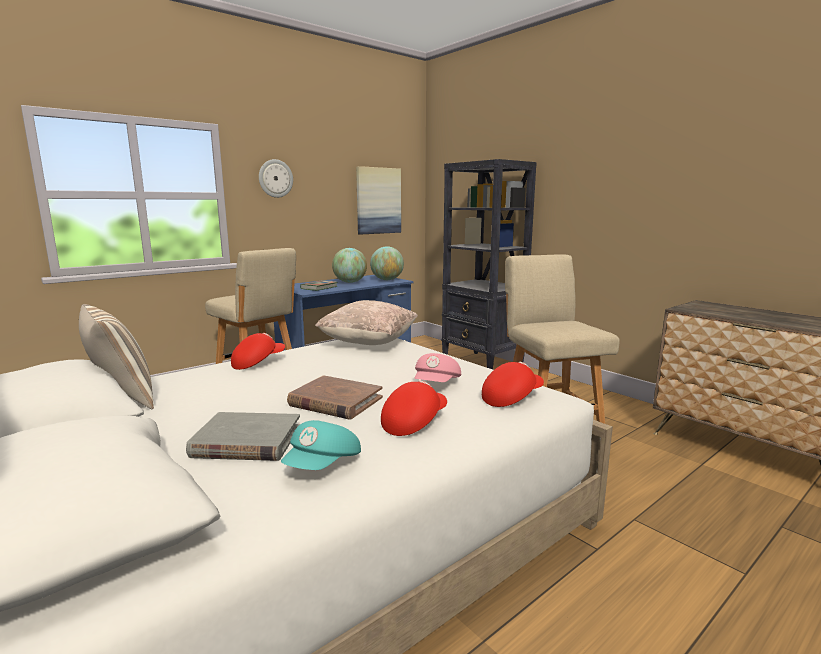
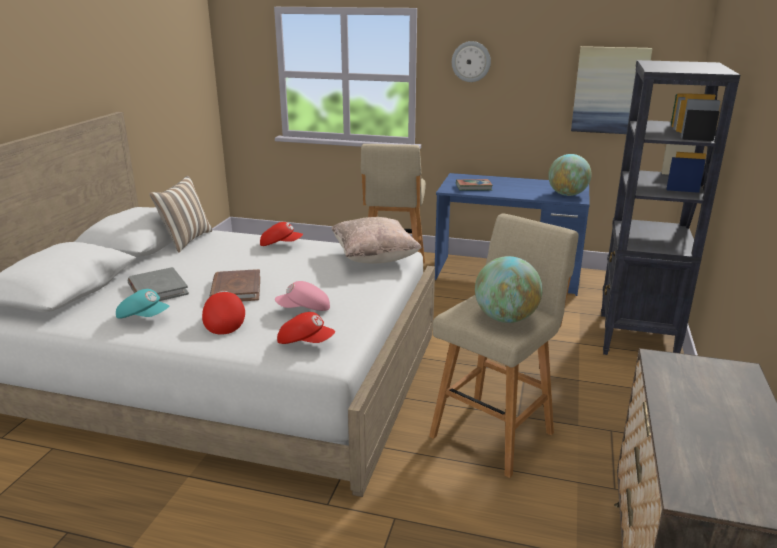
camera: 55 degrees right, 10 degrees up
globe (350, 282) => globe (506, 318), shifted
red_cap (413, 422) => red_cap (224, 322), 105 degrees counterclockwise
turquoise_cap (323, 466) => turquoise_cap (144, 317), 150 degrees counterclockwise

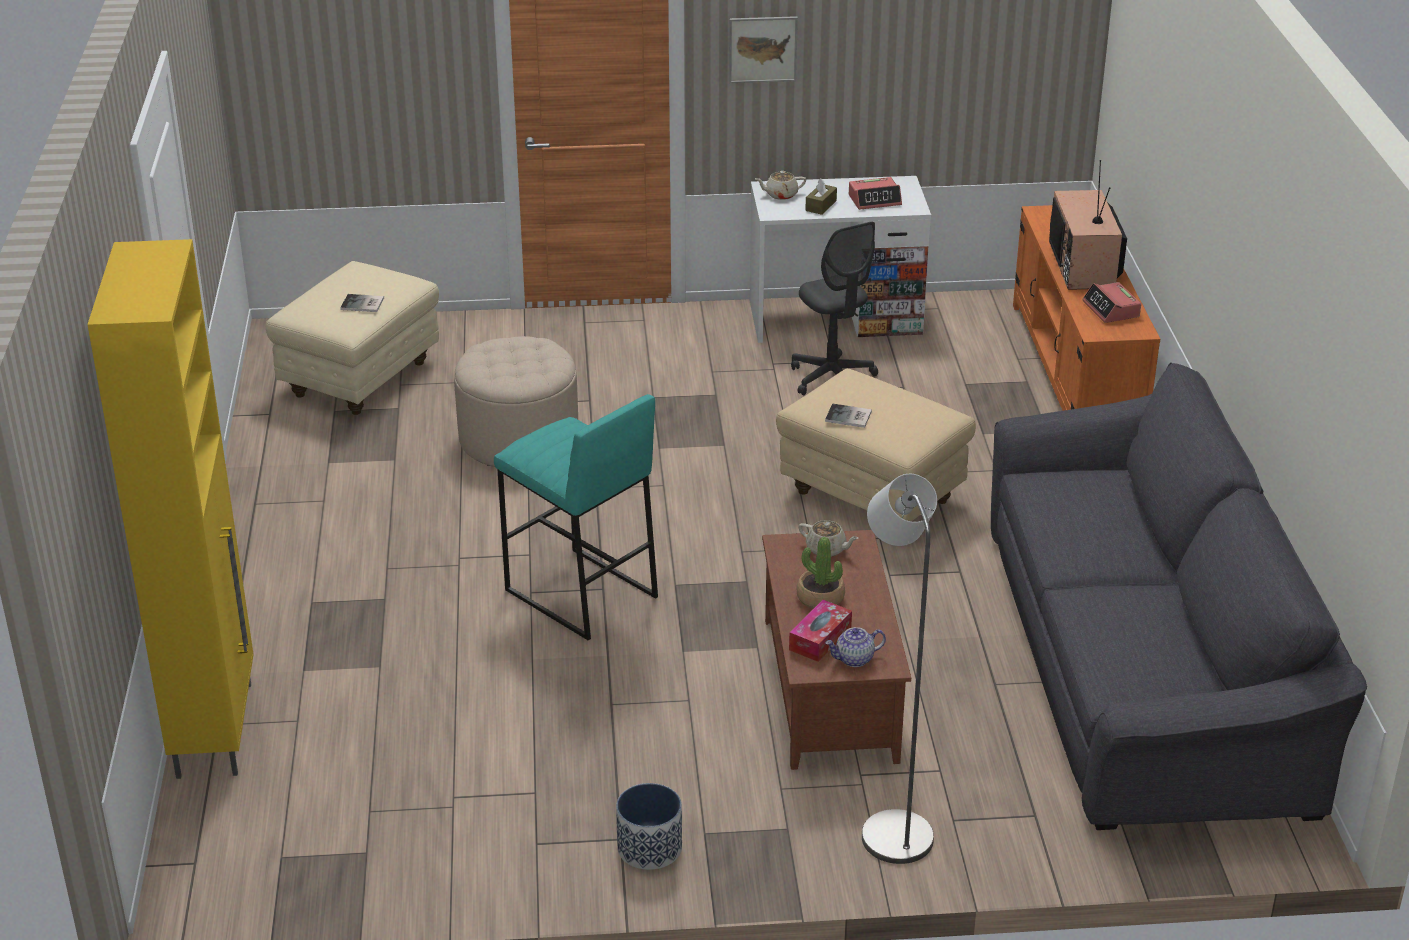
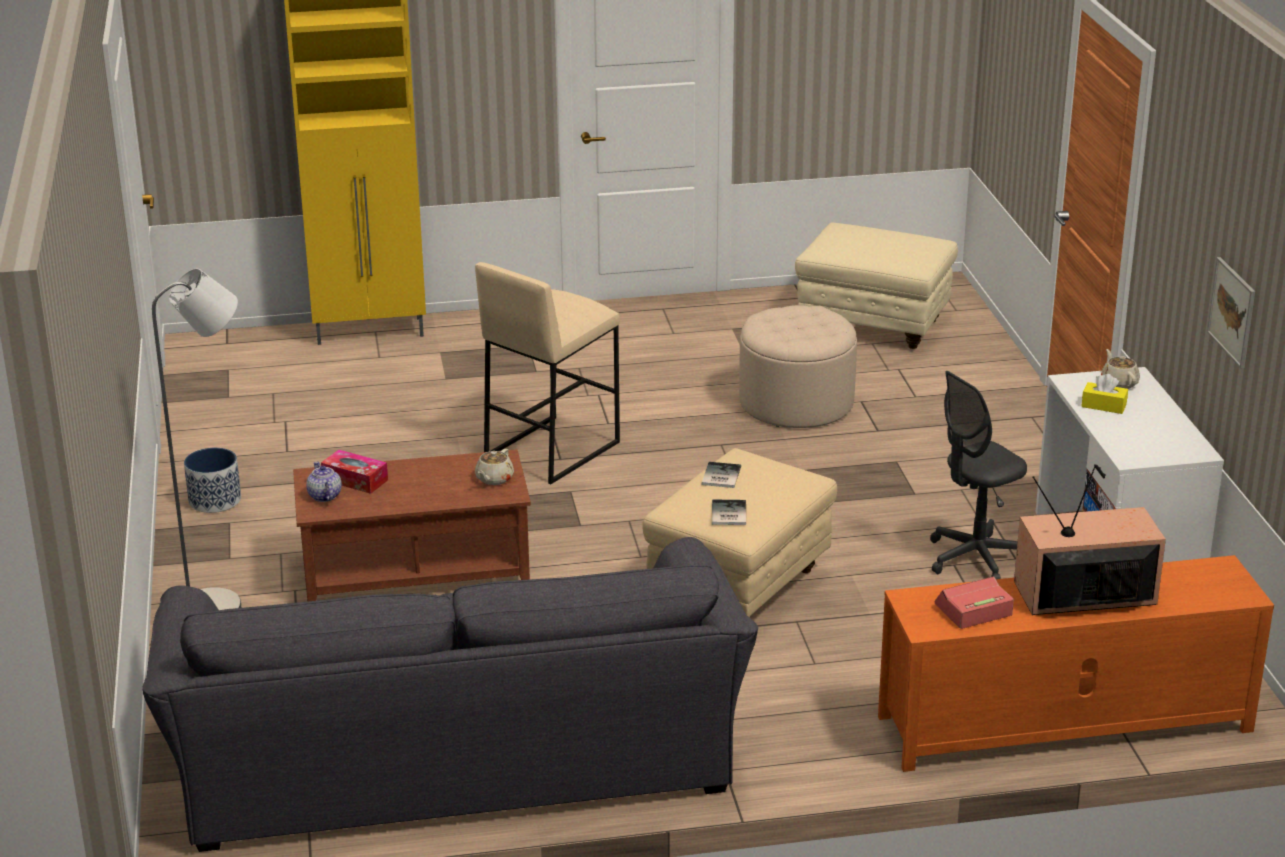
camera: 85 degrees right, 5 degrees down
picture (762, 49) => picture (1232, 312), shifted
alarm_clock (875, 200) => nothing
brown_tissue_box (821, 206) => yellow_tissue_box (1103, 405)
book (363, 304) => book (727, 514), shifted
turquoise_stool (579, 594) => beige_stool (551, 449)
potted_plant (820, 597) => nothing

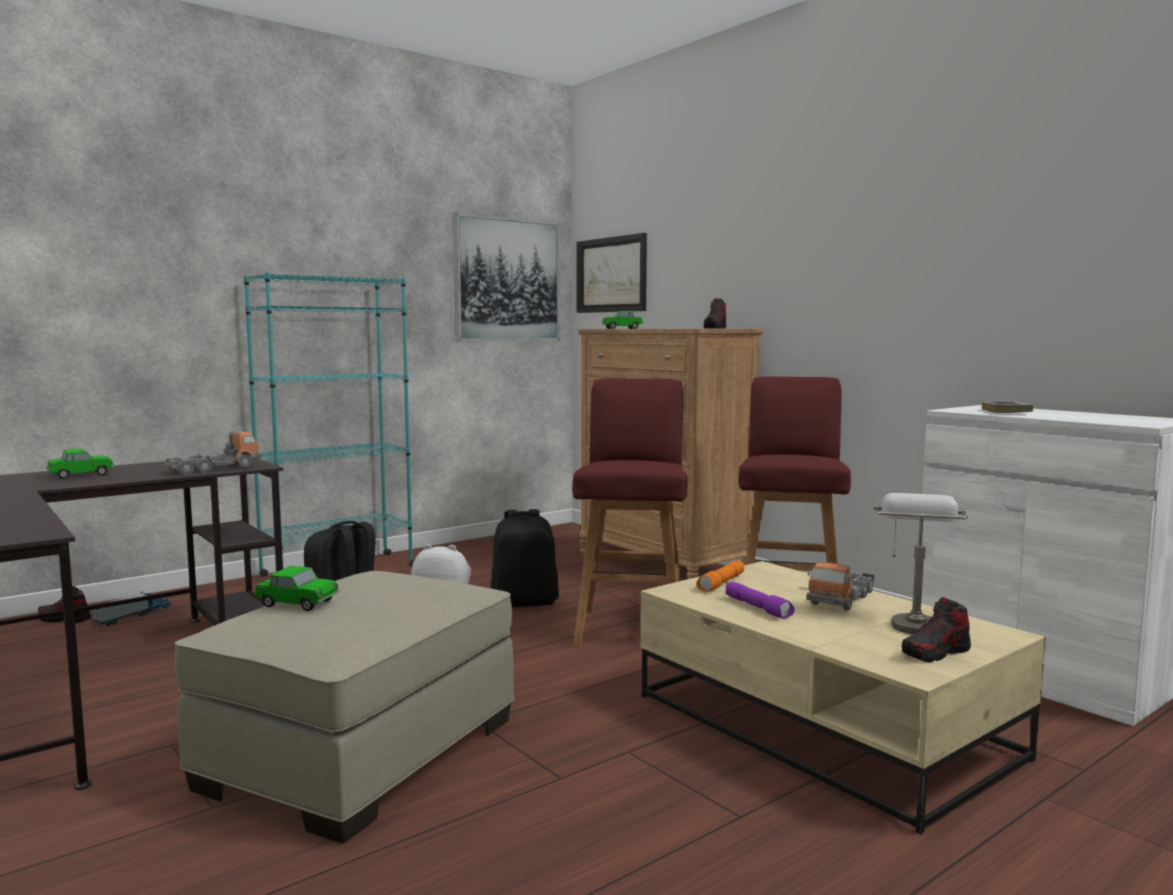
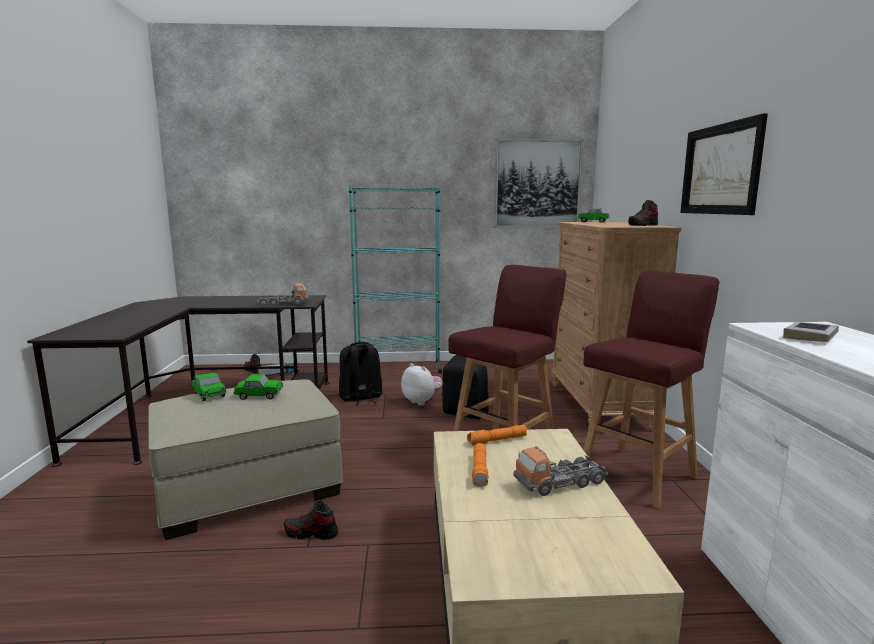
camera: 35 degrees right, 5 degrees up
picture (611, 275) => picture (720, 169), shifted
toy_car (81, 475) => toy_car (259, 395), shifted
grey_table_lamp (912, 621) => nothing
purple_flashlight (758, 608) => orange_flashlight (480, 470)
shoe (935, 653) => shoe (311, 533), shifted

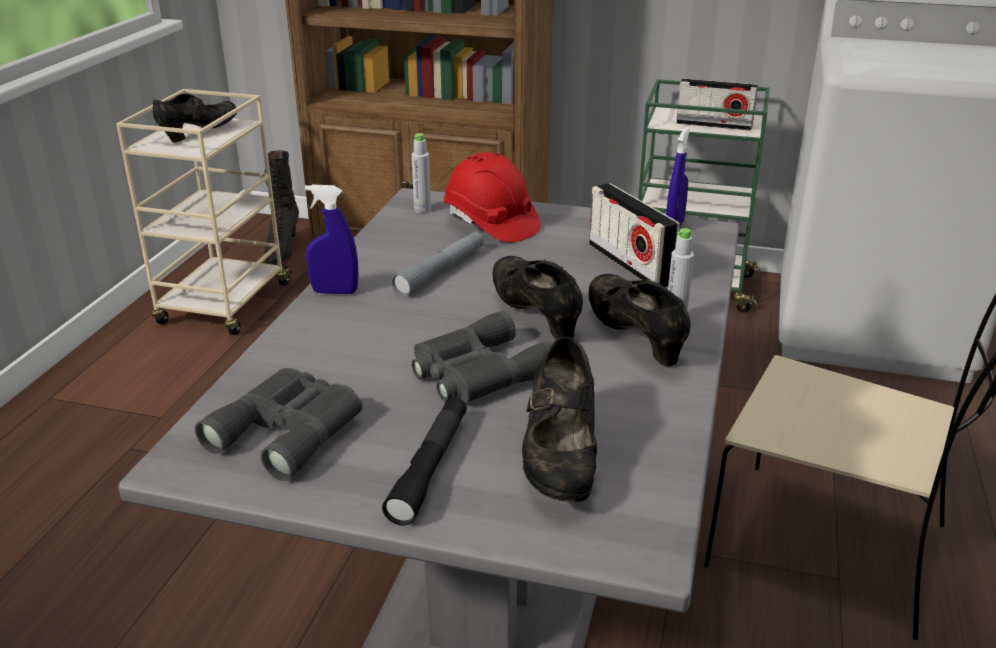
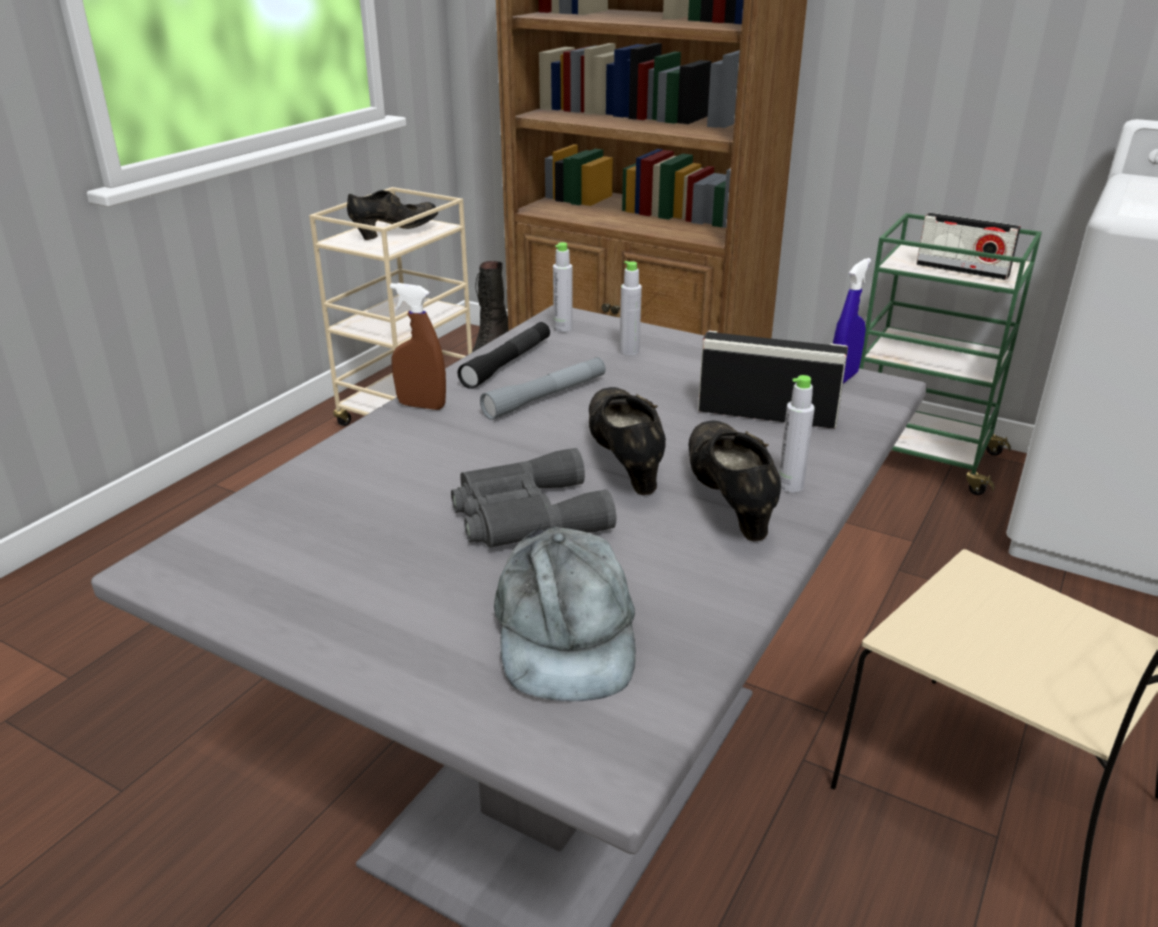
camera: 15 degrees right, 0 degrees up
red_hard_hat (490, 223) => grey_bottle (629, 351)
radio (629, 264) => radio (767, 415), 120 degrees clockwise
blue_spray_bottle (335, 292) => brown_spray_bottle (421, 405)
black_shoe (559, 459) => grey_cap (564, 632)
grey_binoculars (291, 429) => nothing
black_flashlight (430, 468) => black_flashlight (507, 363), shifted

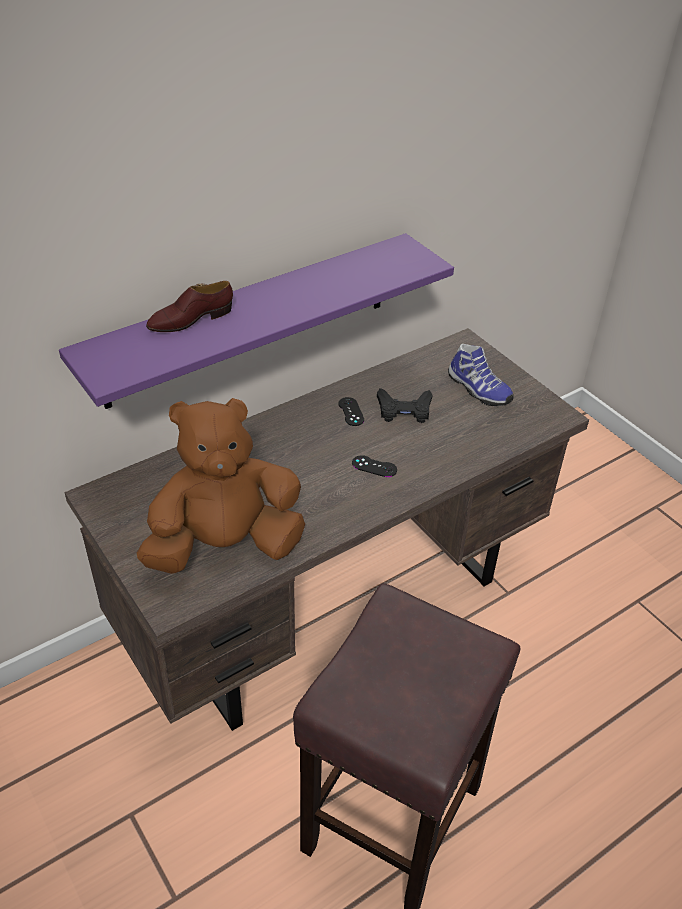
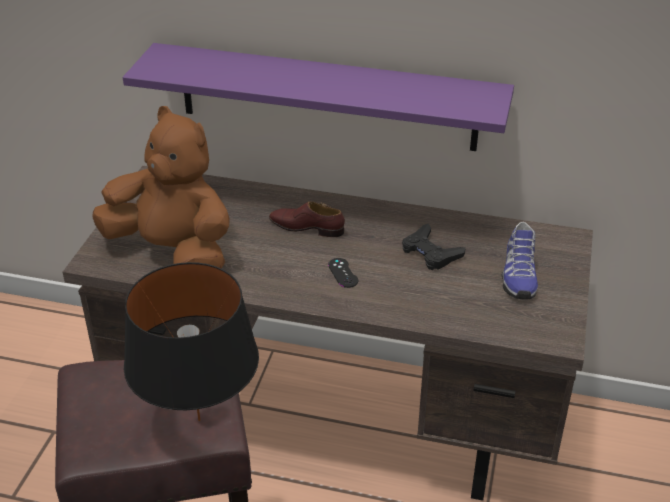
camera: 50 degrees right, 5 degrees down
brown_shoe (190, 319) => brown_shoe (306, 227), shifted
black_game_controller (351, 412) => nothing
nothing => black_table_lamp (199, 420)

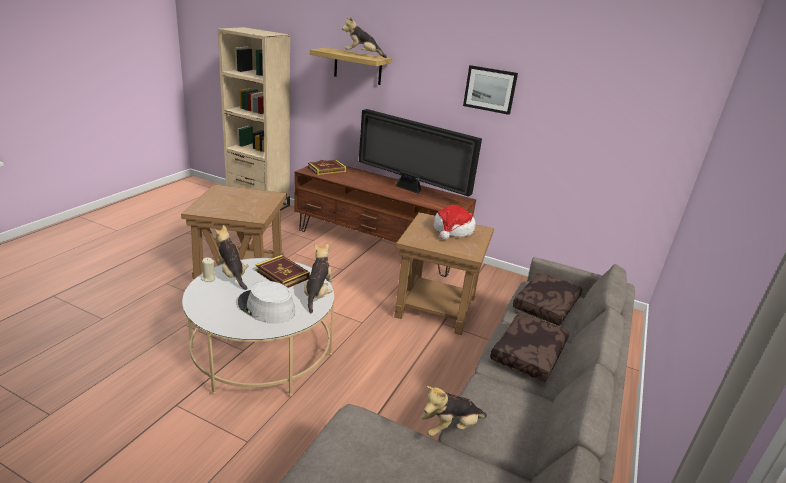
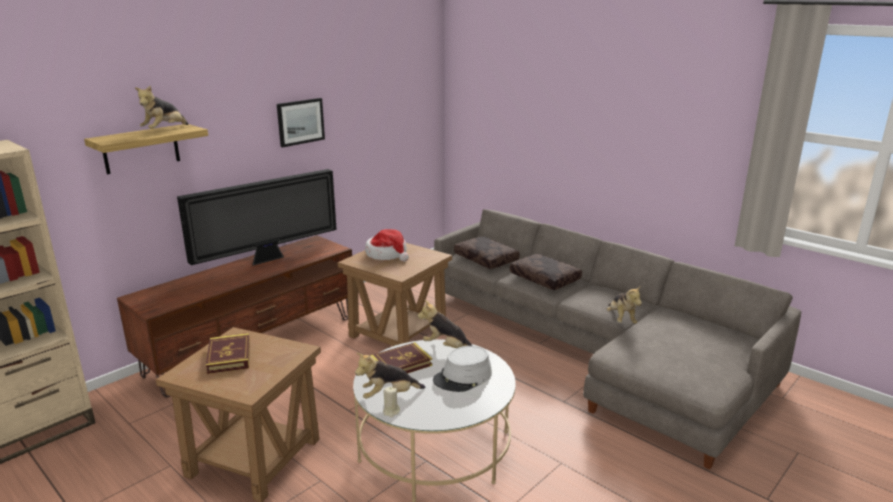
camera: 70 degrees left, 5 degrees down
book (327, 169) => book (229, 356), shifted

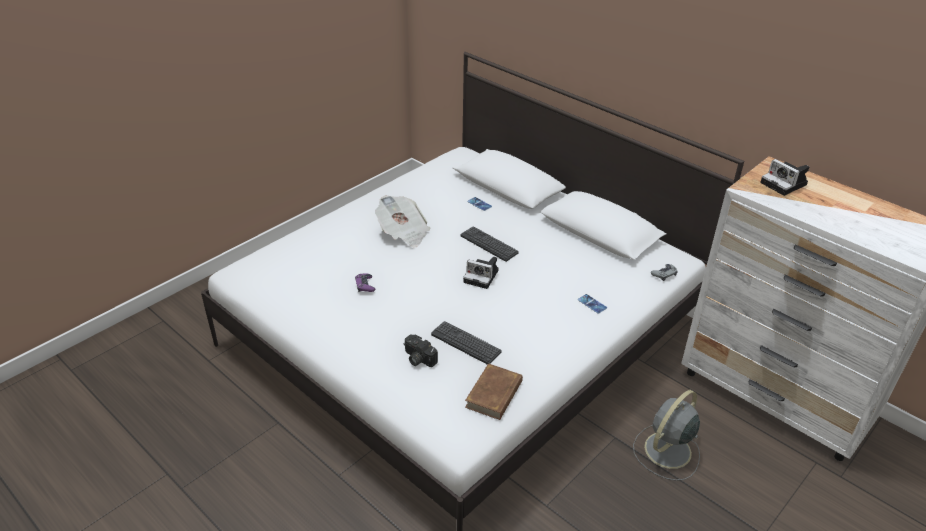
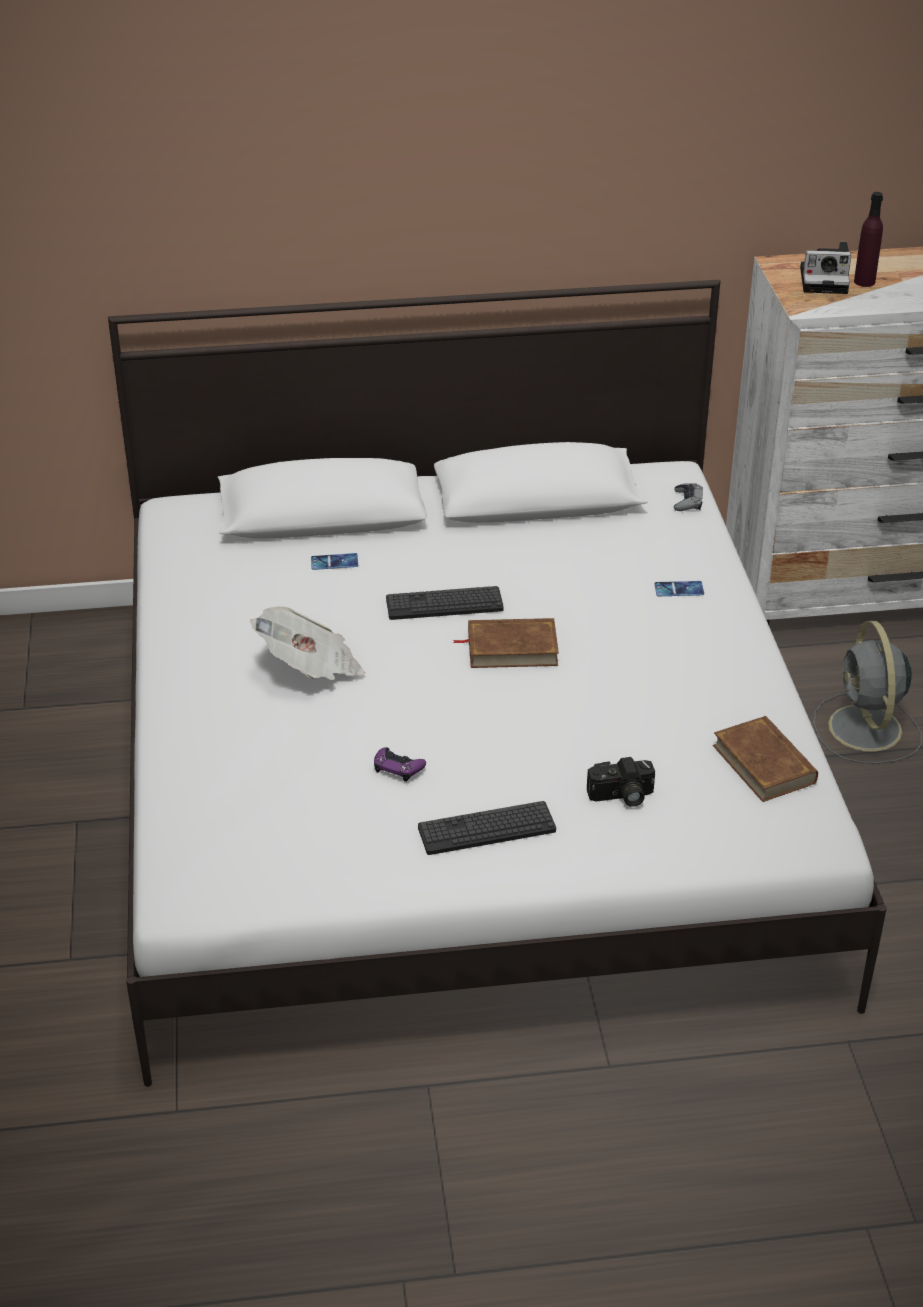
camera: 50 degrees left, 0 degrees up
photo_camera (482, 276) => brown_book (512, 648)
keyboard (465, 343) => keyboard (486, 829), shifted
nothing => purple_bottle (864, 282)

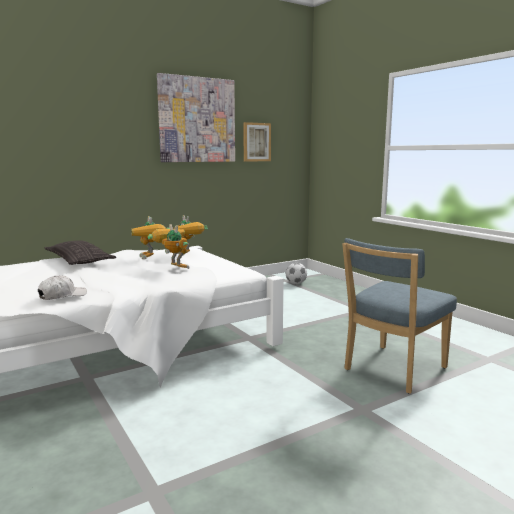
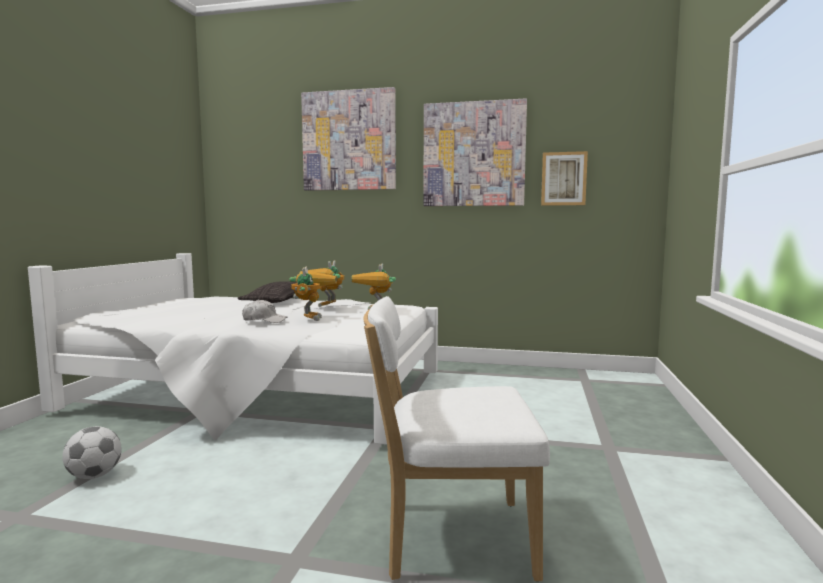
camera: 45 degrees right, 5 degrees down
blue_chair (392, 370) => white_chair (449, 538)
football (296, 283) => football (94, 476), shifted
white_cap (62, 296) => white_cap (264, 320), shifted
nothing => picture (349, 141)

